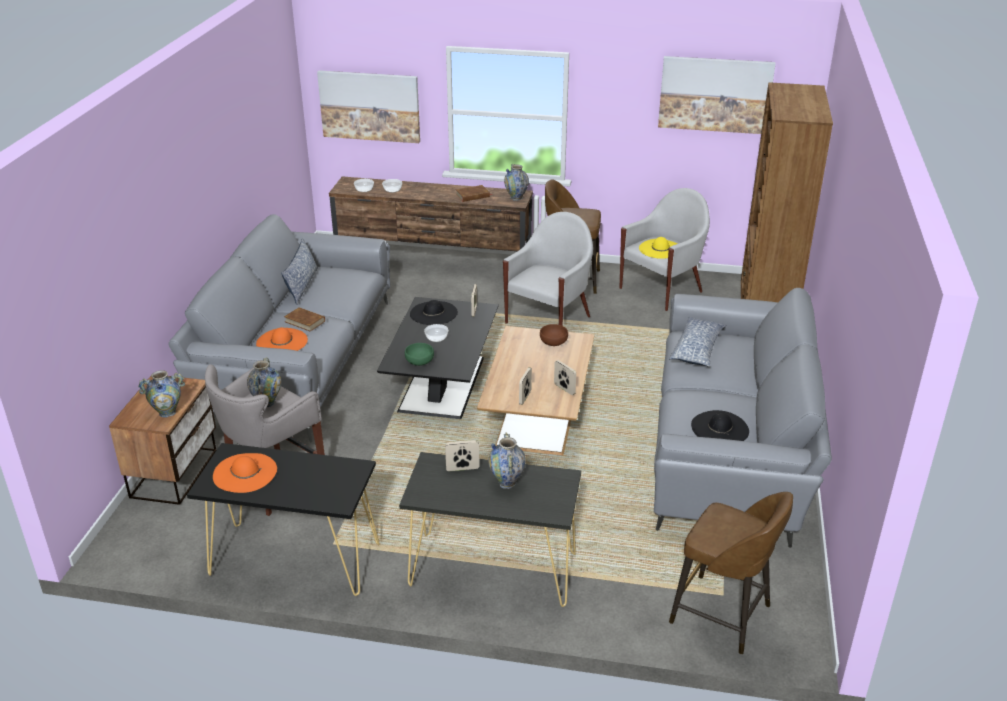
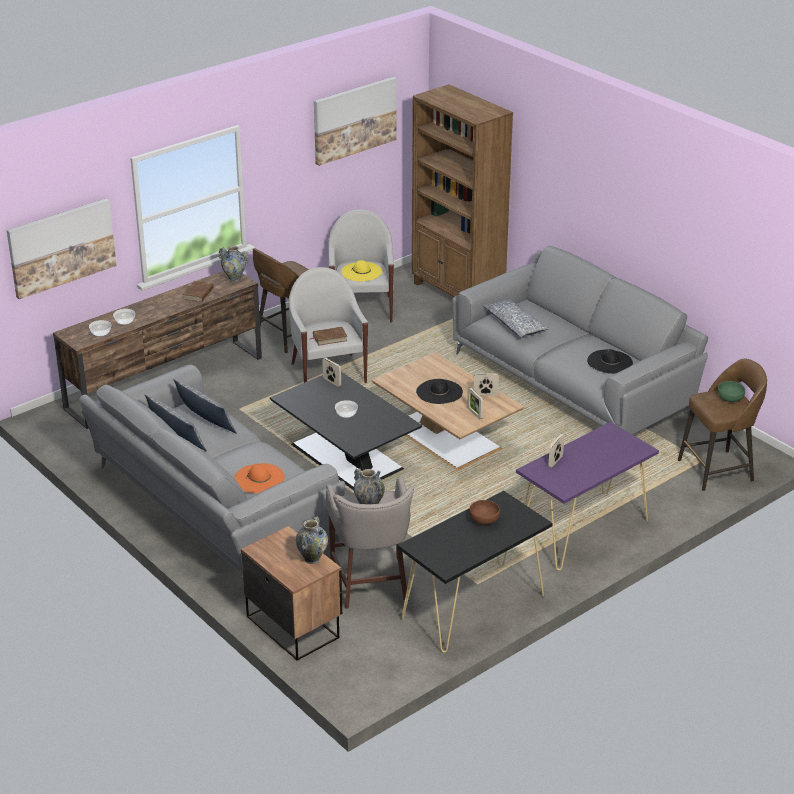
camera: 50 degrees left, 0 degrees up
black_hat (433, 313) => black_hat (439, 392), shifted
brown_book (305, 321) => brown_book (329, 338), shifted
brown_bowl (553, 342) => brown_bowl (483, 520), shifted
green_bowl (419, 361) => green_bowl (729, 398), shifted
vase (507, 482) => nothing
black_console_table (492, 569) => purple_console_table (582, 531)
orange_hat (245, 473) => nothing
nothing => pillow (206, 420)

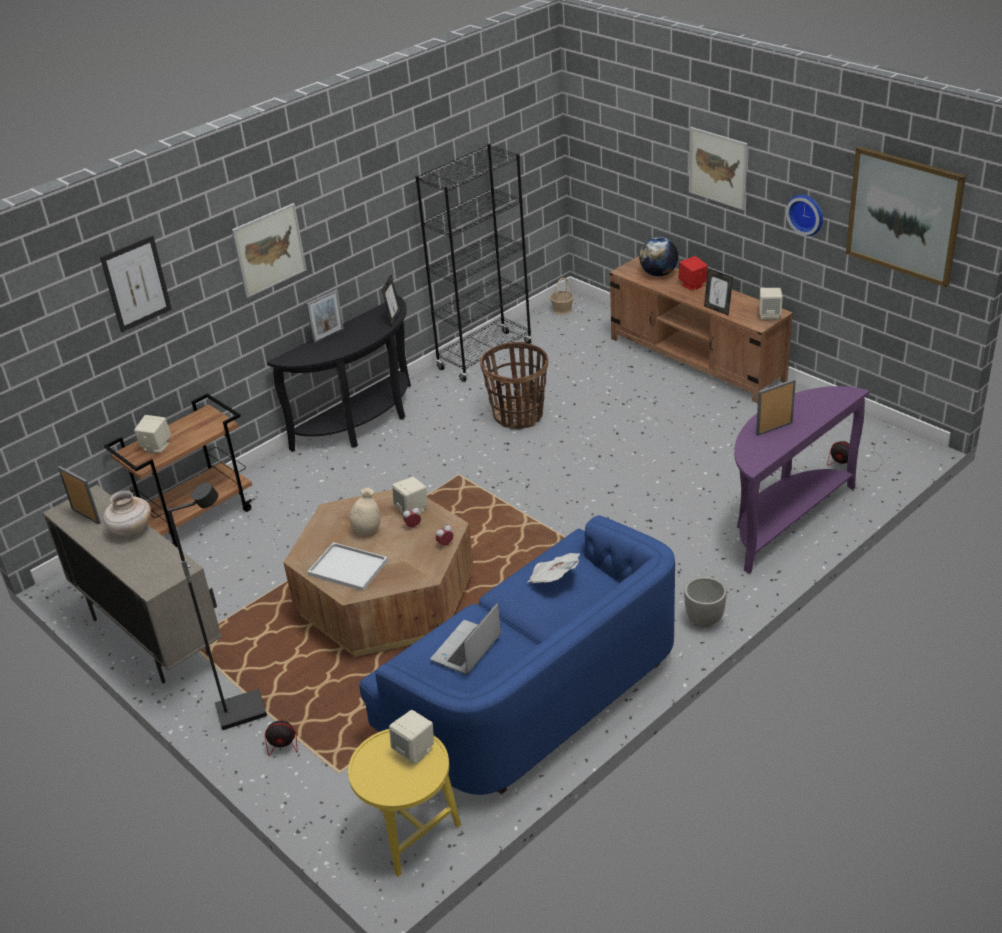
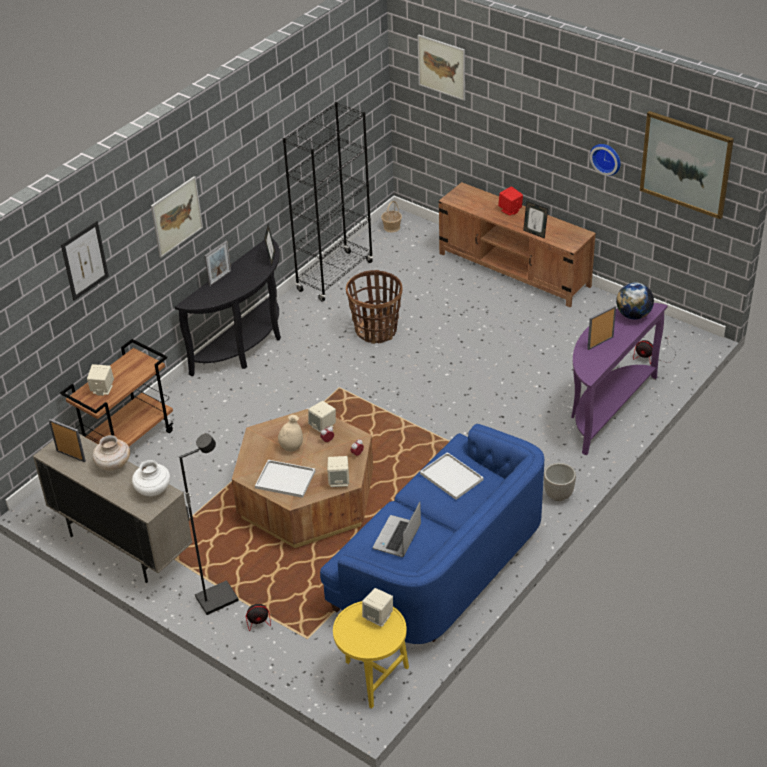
camera: 10 degrees left, 5 degrees up
picture (718, 168) => picture (441, 67), shifted
globe (658, 274) => globe (633, 315), shifted
beige_speaker (769, 315) => beige_speaker (339, 481), shifted
newspaper (553, 579) => white_tray (450, 476)
nothing => white_vase (153, 490)

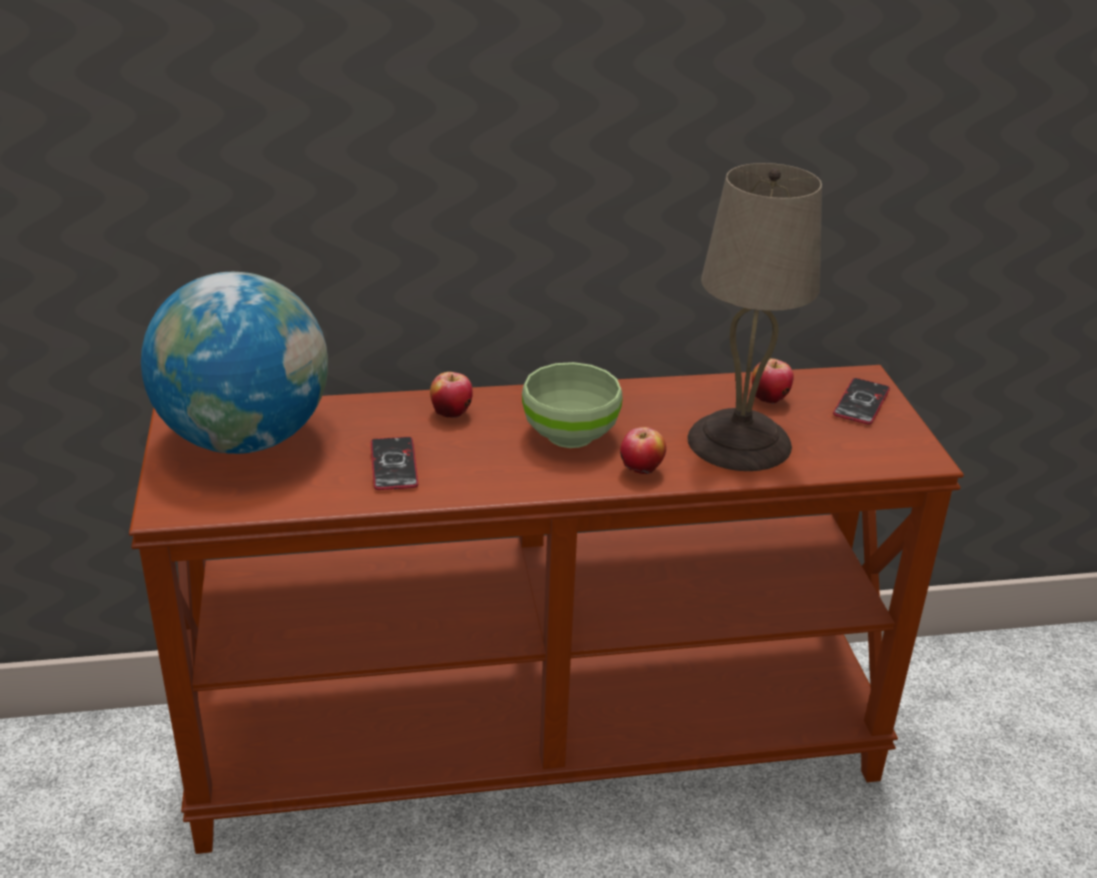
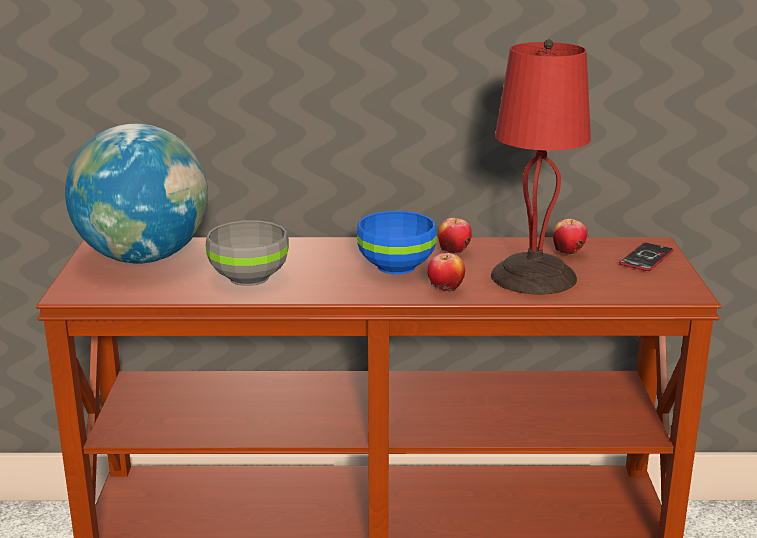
camera: 10 degrees right, 10 degrees down
beige_table_lamp (739, 443) => red_table_lamp (533, 277)
green_bowl (569, 434) => blue_bowl (396, 266)
apple (451, 413) => apple (454, 252), shifted
phone (394, 465) => grey_bowl (250, 277)

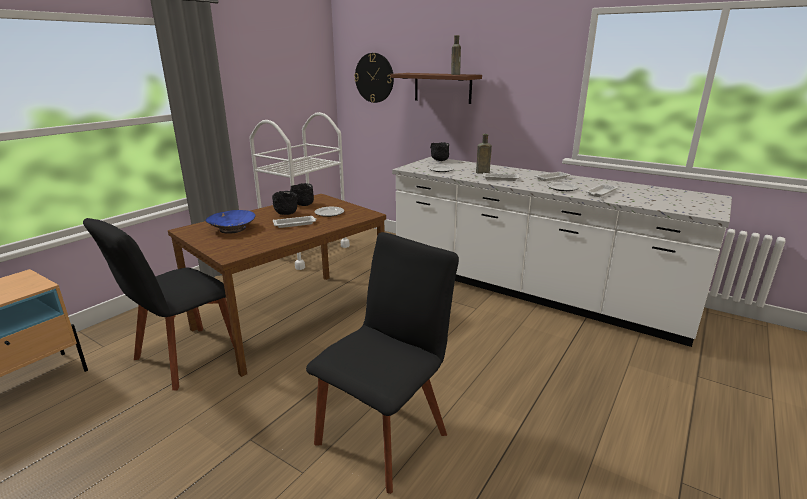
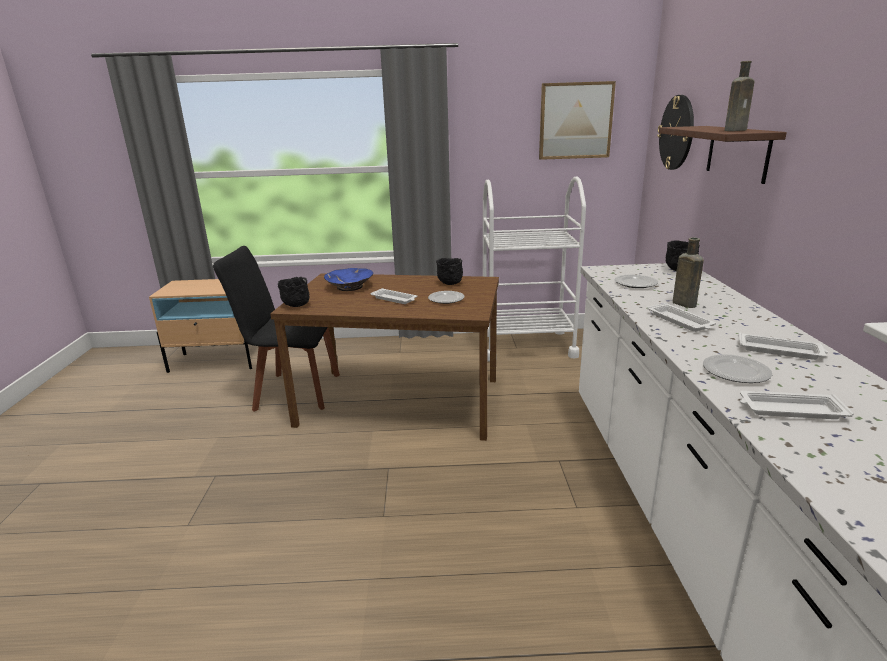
camera: 55 degrees right, 0 degrees up
black_bowl (286, 214) => black_bowl (296, 305), shifted
black_chair (385, 433) => nothing
nothing => picture (575, 121)

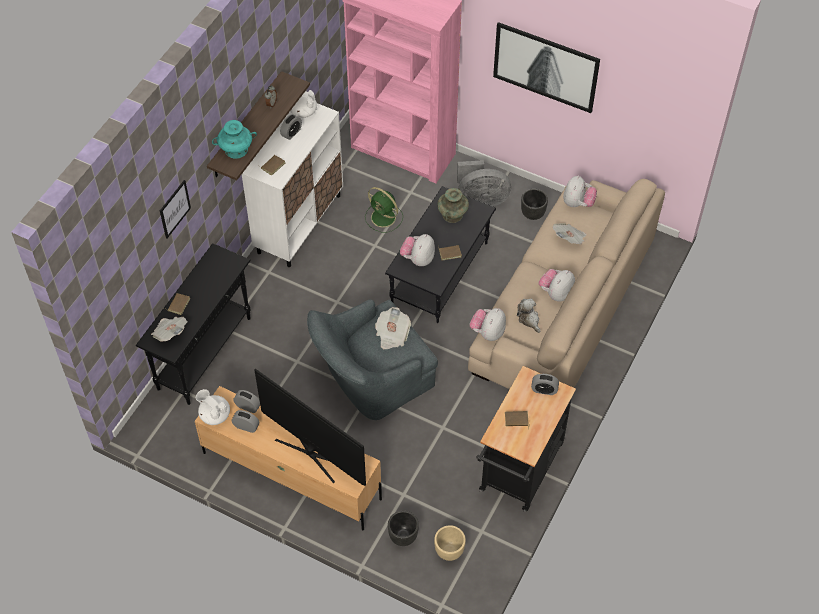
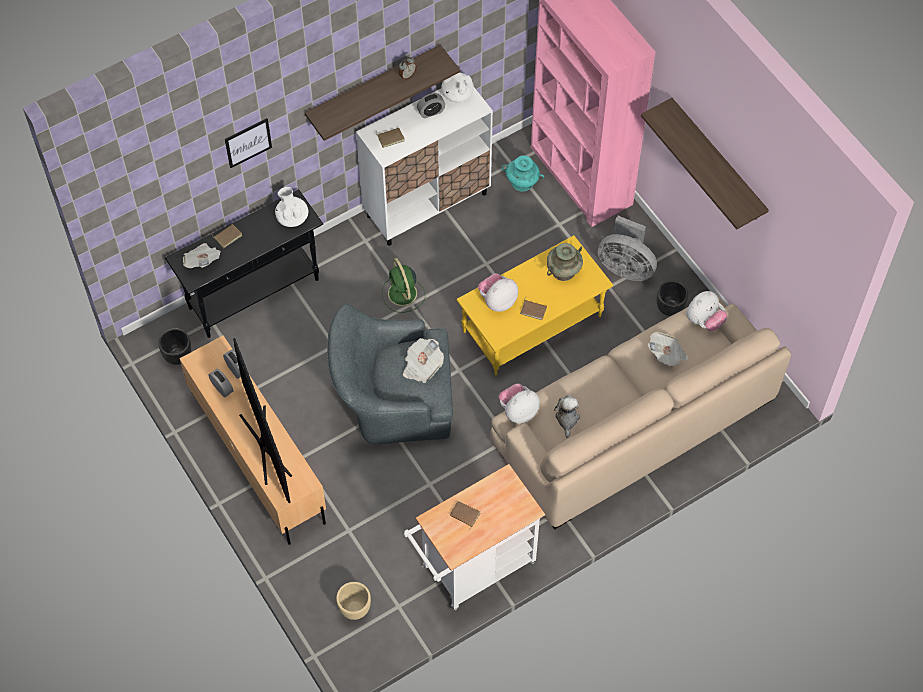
camera: 30 degrees right, 5 degrees up
picture (545, 67) => shelf (717, 161)
turquoise_vase (236, 150) => turquoise_vase (522, 182), shifted
black_coffee_table (440, 273) => yellow_coffee_table (532, 325)
green_fan (384, 218) => green_fan (403, 294), shifted
plush_toy (556, 293) => nothing
black_cart (519, 473) => white_cart (473, 568)
alarm_clock (544, 390) => nothing
white_teapot (214, 415) => white_teapot (292, 217), shifted
black_planter (402, 536) => black_planter (177, 355), shifted

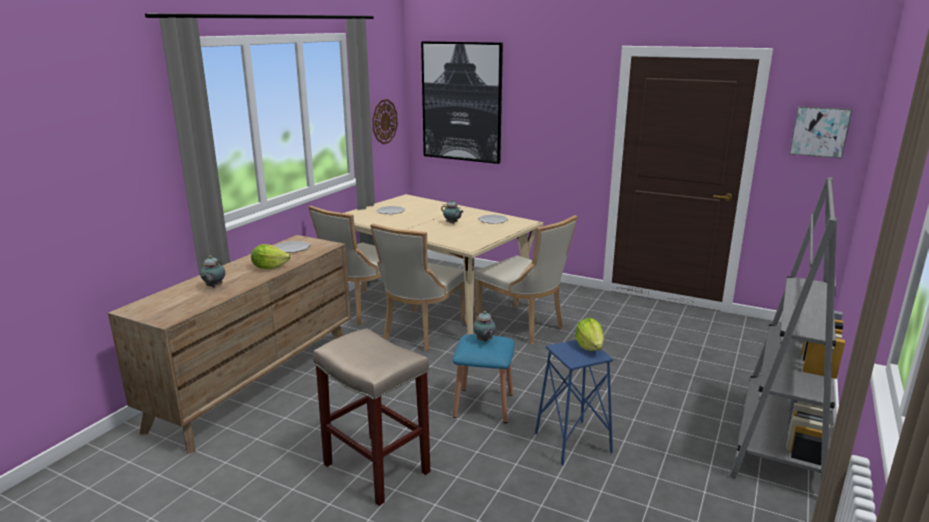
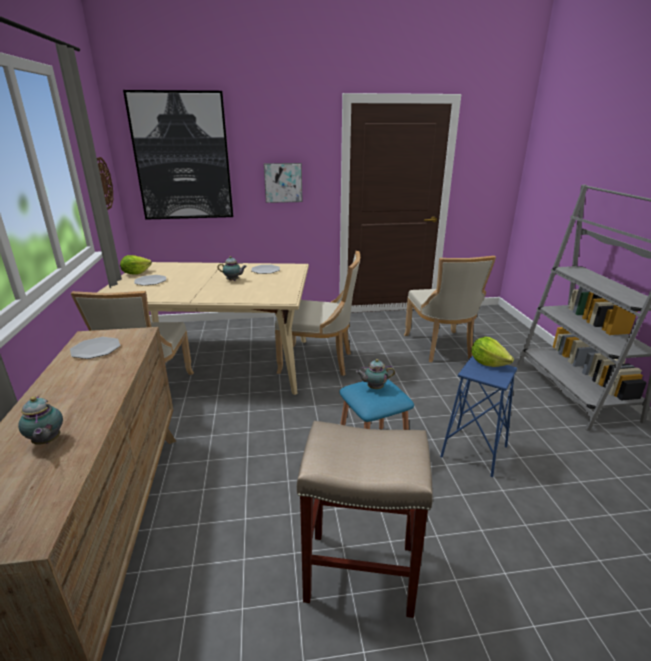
camera: 35 degrees left, 5 degrees up
picture (819, 131) => picture (283, 182), shifted
beige_chair (421, 332) => beige_chair (440, 348), shifted
lettuce (269, 267) => lettuce (136, 273), shifted
teapot (484, 341) => teapot (374, 388), 135 degrees clockwise

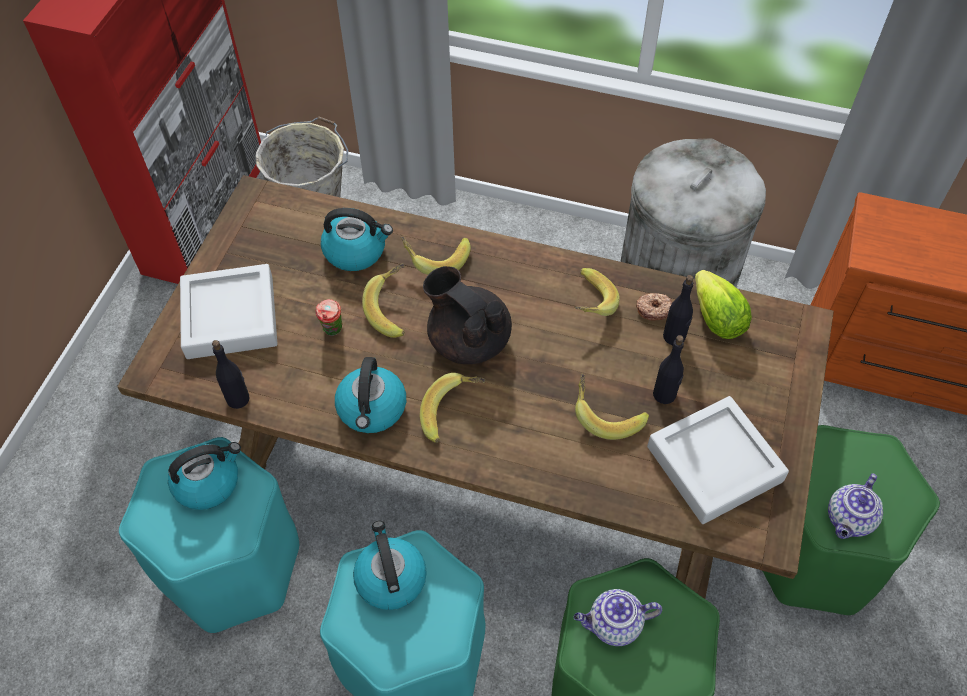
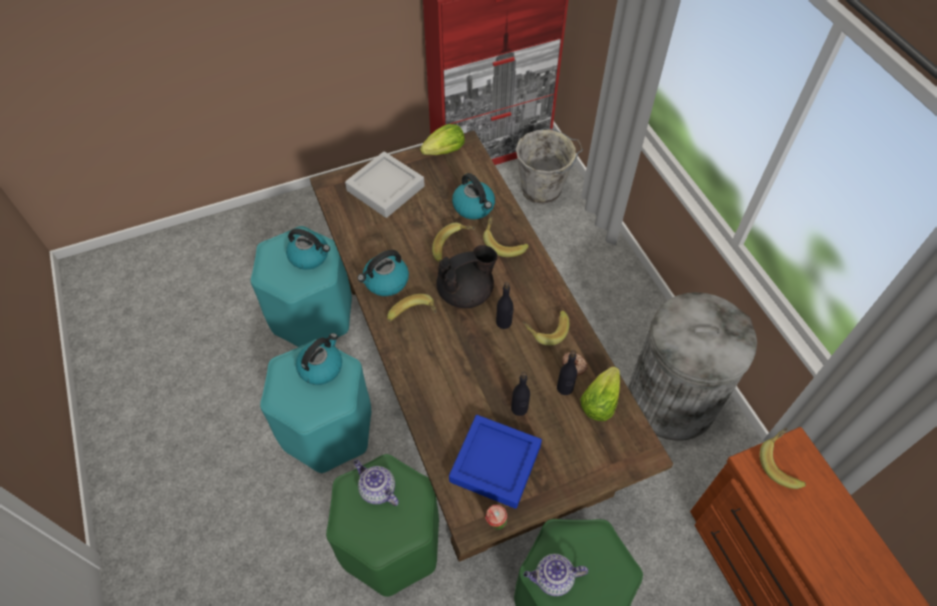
camera: 50 degrees right, 0 degrees up
black_teapot (468, 340) => black_teapot (466, 292), 60 degrees clockwise
cup (333, 331) => cup (495, 524), shifted
black_bottle (238, 399) => black_bottle (504, 322), shifted
banana (606, 414) => banana (781, 463), shifted
grey_tray (714, 464) => blue_tray (495, 463)
nothing => lettuce (445, 151)

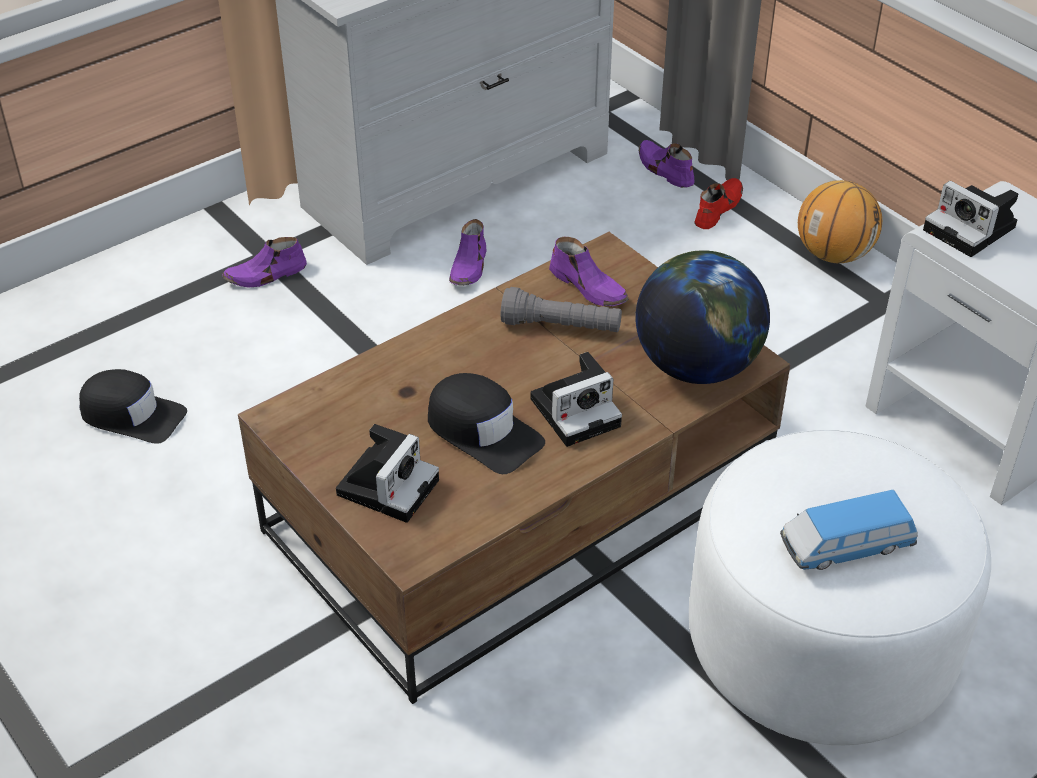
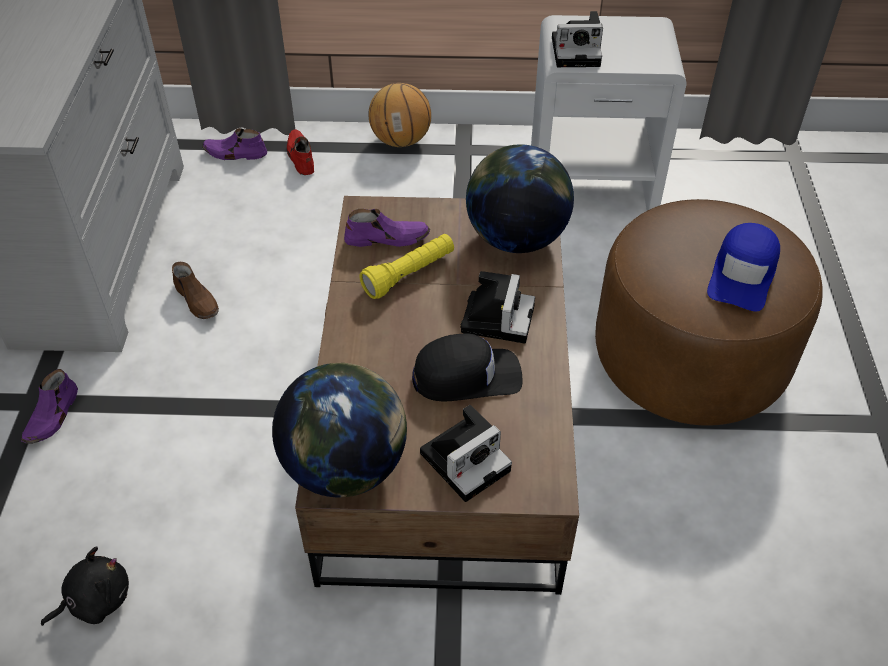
camera: 50 degrees left, 5 degrees up
purple_shoe (469, 267) => brown_shoe (197, 300)
grey_flashlight (561, 327) => yellow_flashlight (409, 275)
black_cap (132, 415) => black_plush_toy (95, 600)
photo_camera (388, 484) => photo_camera (467, 459), 75 degrees clockwise
white_ottoman (820, 646) => brown_ottoman (689, 358)
toy_car (845, 547) => blue_cap (743, 274)
nothing => globe (346, 466)

